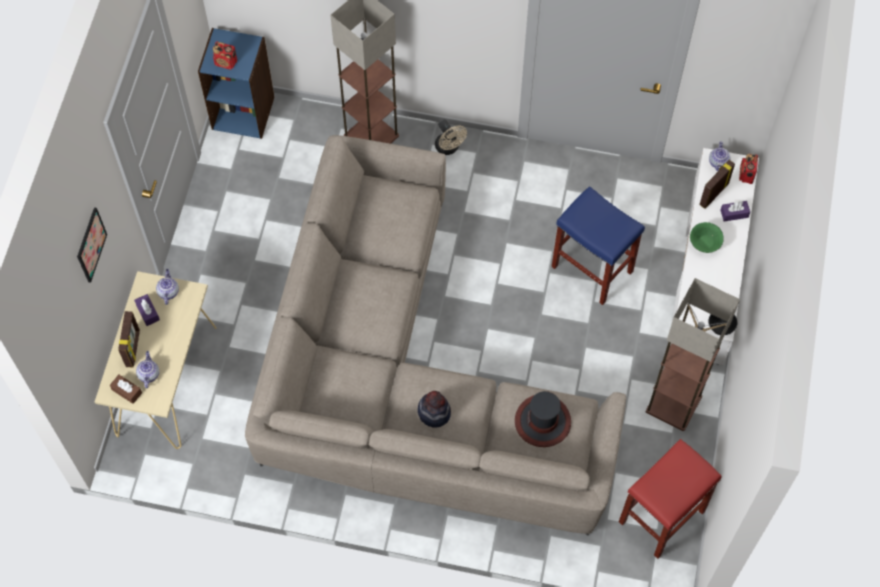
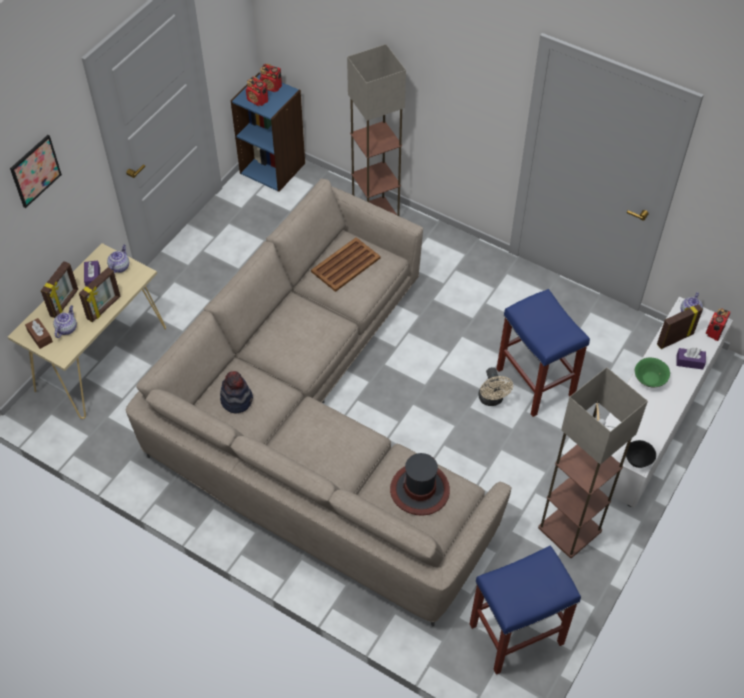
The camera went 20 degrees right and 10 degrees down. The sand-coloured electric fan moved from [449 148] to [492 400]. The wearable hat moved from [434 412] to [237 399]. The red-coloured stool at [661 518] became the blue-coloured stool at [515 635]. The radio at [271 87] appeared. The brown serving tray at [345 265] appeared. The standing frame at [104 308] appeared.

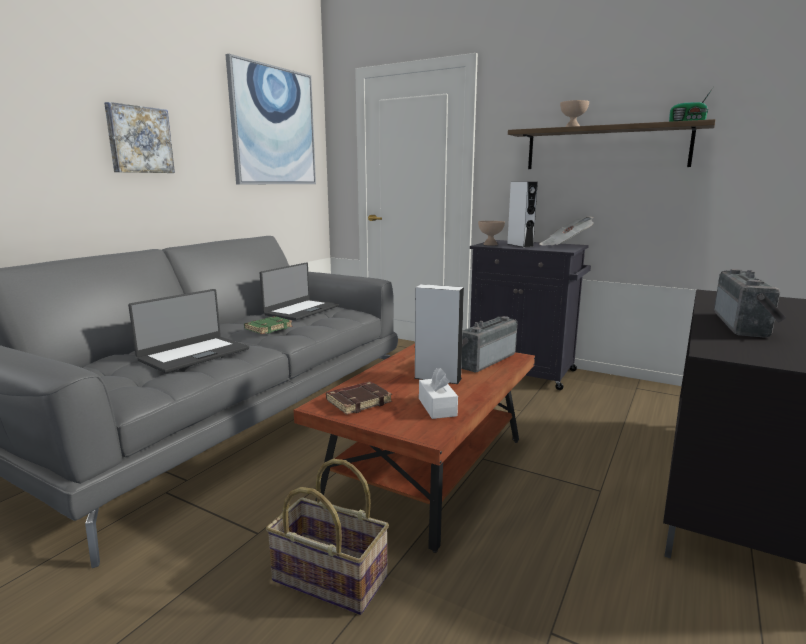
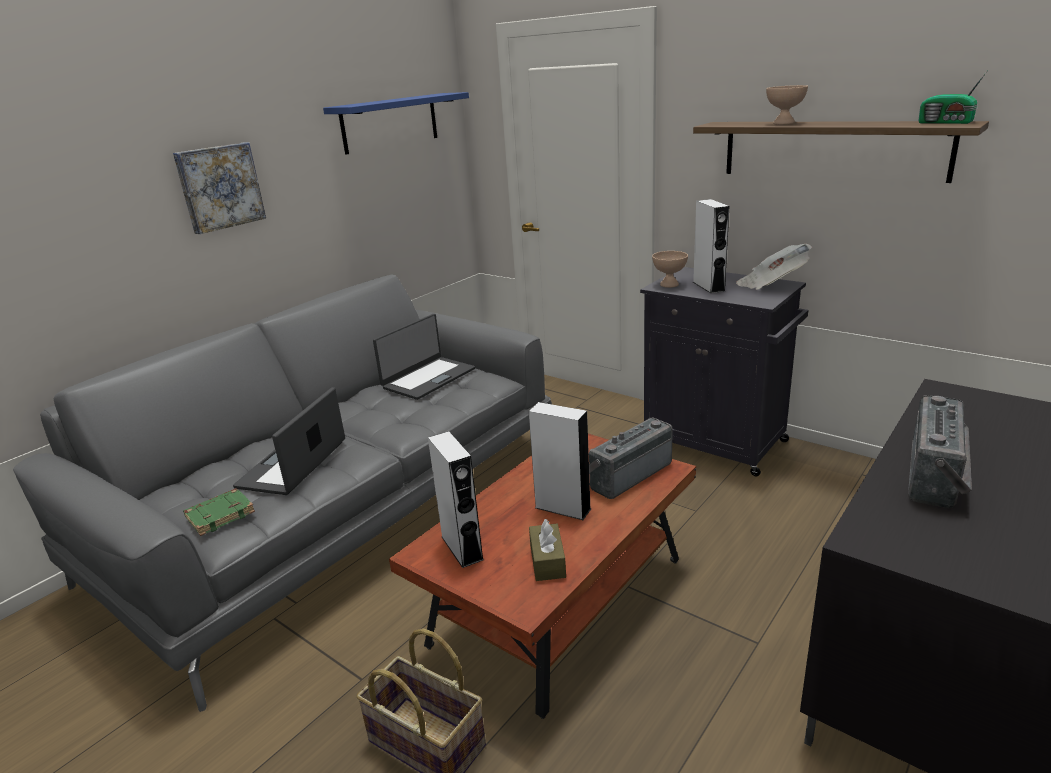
The camera went 10 degrees right and 10 degrees up. The wall picture at [274 126] was replaced by the blue-coloured wall shelf at [390 123]. The portable computer at [193 354] turned 150 degrees clockwise. The greenish bound book moved from [268 328] to [220 515]. The whitish tissue holder at [437 407] became the brown tissue holder at [547 561]. The brown bound book at [359 401] was replaced by the whitish audio speaker at [462 548].

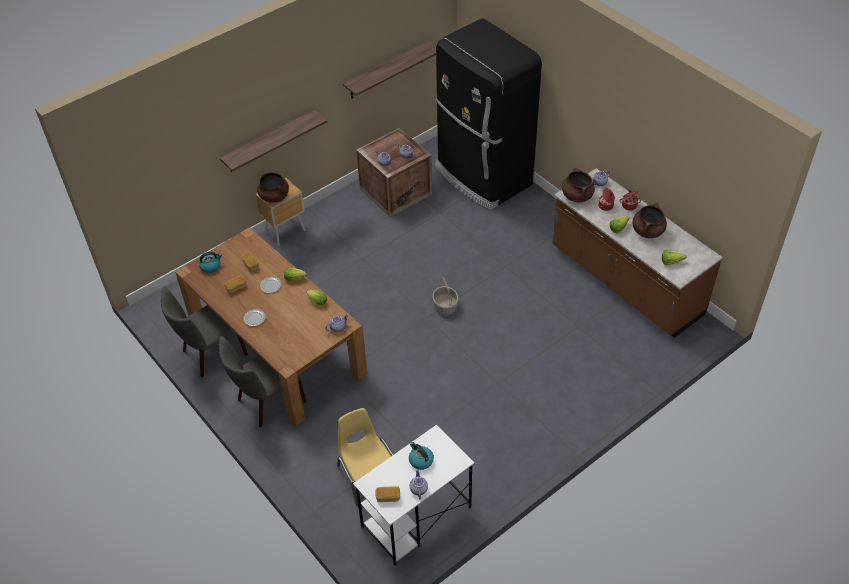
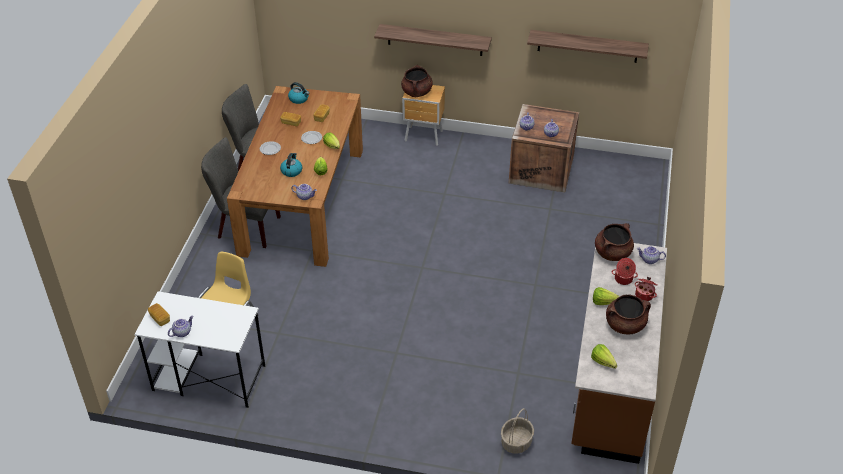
The camera went 50 degrees right and 5 degrees down. The black-coloured fridge at [482 177] disappeared. The basket moved from [445 306] to [516 442]. The kettle moved from [420 460] to [291 171].

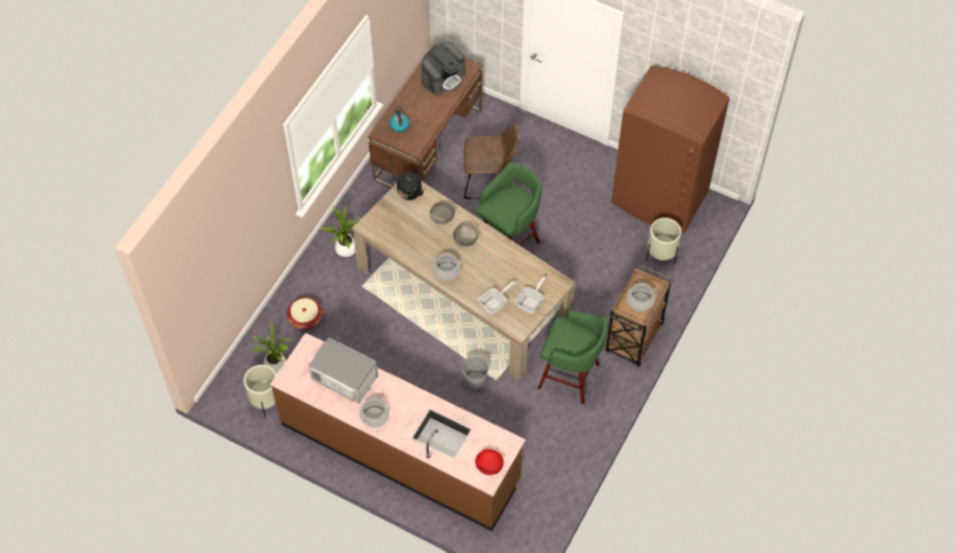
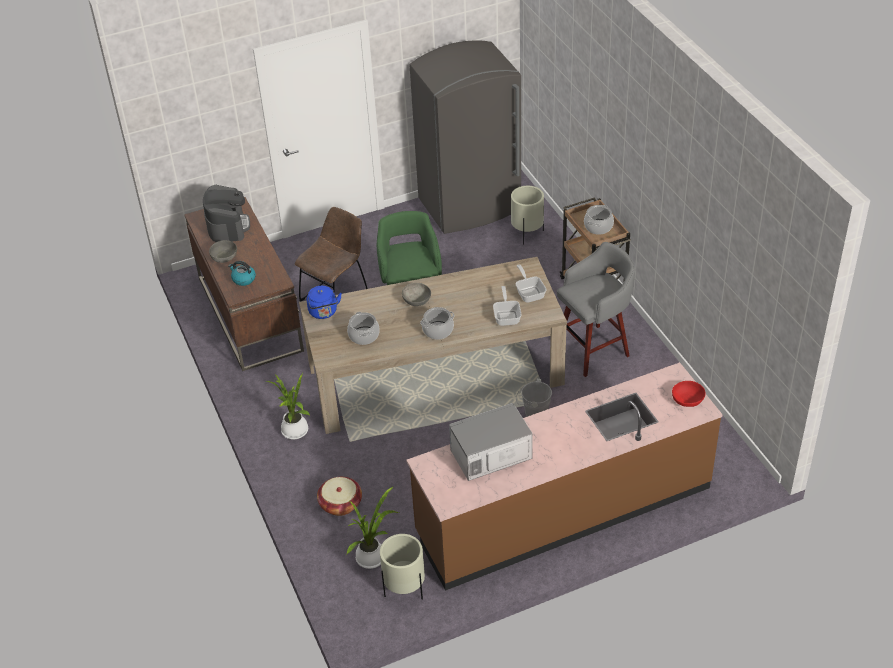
The camera went 50 degrees left and 15 degrees down. The brown fridge at [659 198] became the gray fridge at [470 206]. The black-coloured kettle at [408 193] became the blue-coloured kettle at [324 313]. The gray serving bowl moved from [442 217] to [224 257]. The greenish stool at [570 377] became the gray stool at [594 350]. The cooking pot moved from [374 416] to [363 336].

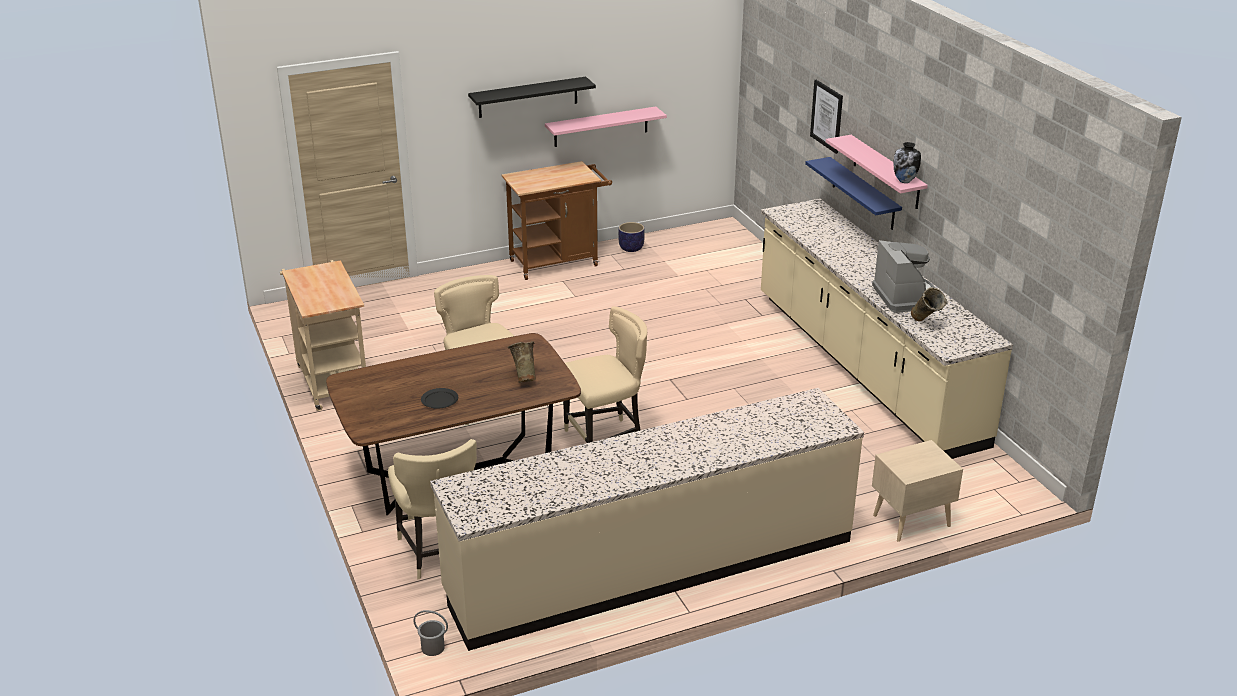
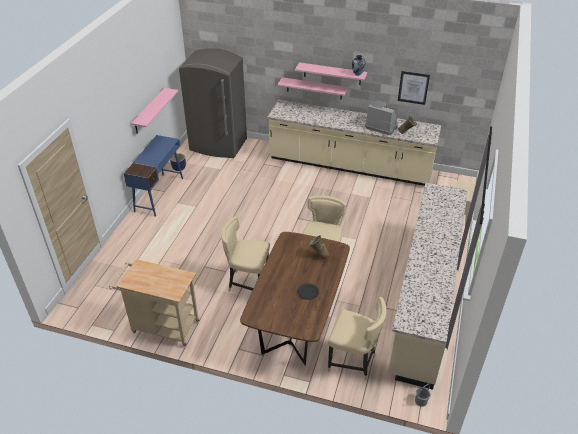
The camera went 50 degrees left and 10 degrees up. The black-coloured wall shelf at [528 97] disappeared. The wall picture moved from [827 116] to [413 87]. The blue-coloured wall shelf at [863 194] became the pink-coloured wall shelf at [314 88]. The brown cart at [559 262] was replaced by the blue-coloured desk table at [159 194]. The gray fridge at [218 145] appeared.

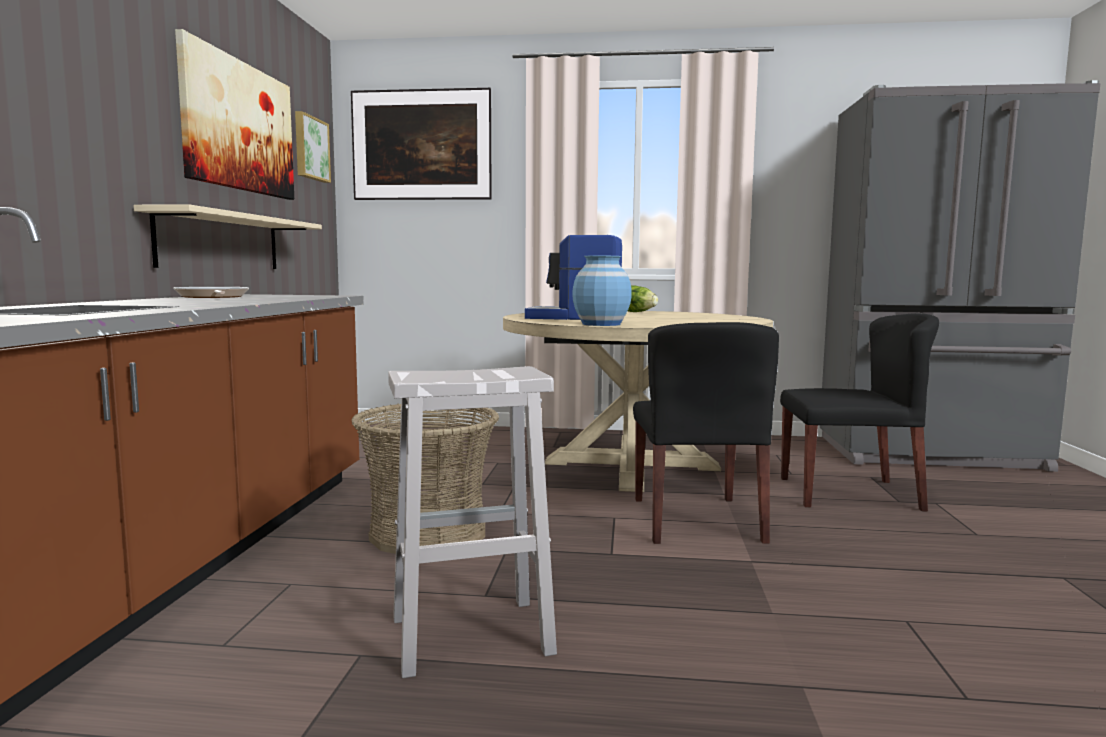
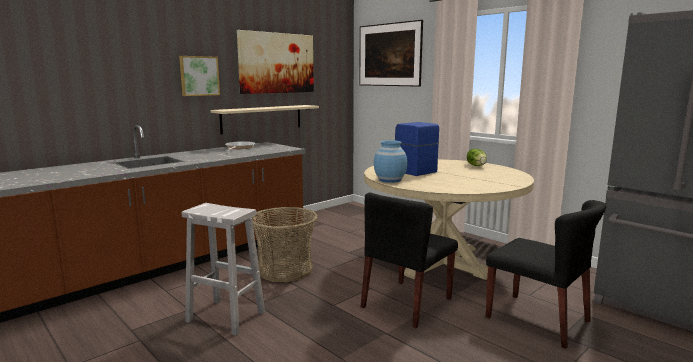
The camera went 40 degrees right and 5 degrees up. The wall picture moved from [310 148] to [199 76].

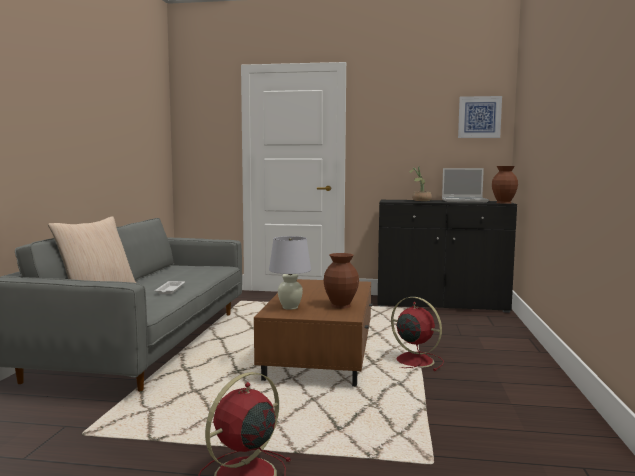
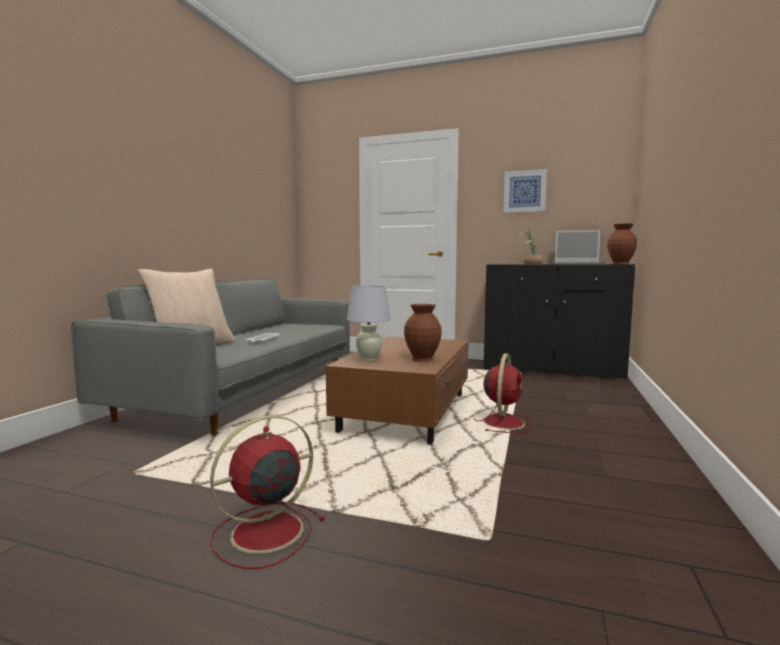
The camera went 10 degrees right and 0 degrees up. The wall picture moved from [479 117] to [524 191]. The red-coloured electric fan at [412 360] turned 60 degrees clockwise.

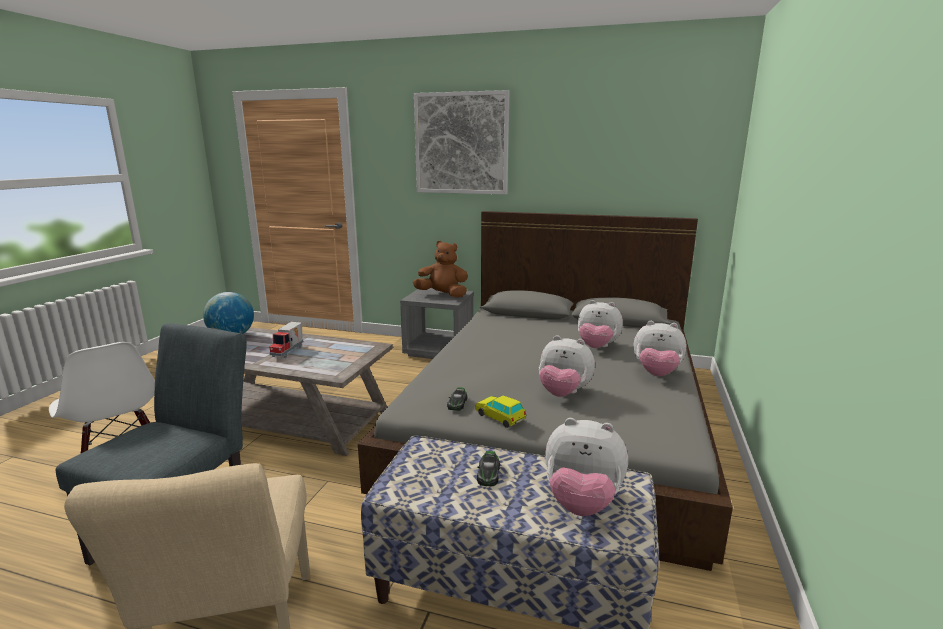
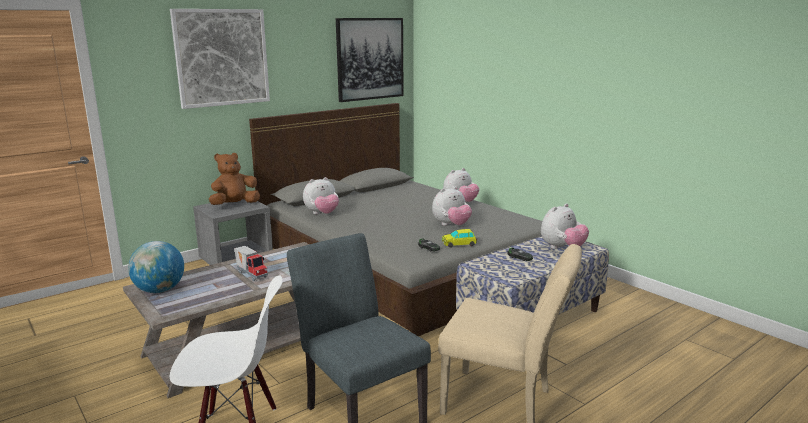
The camera went 55 degrees left and 0 degrees up. The soft toy moved from [597 347] to [322 214]. The wall picture at [370 59] appeared.

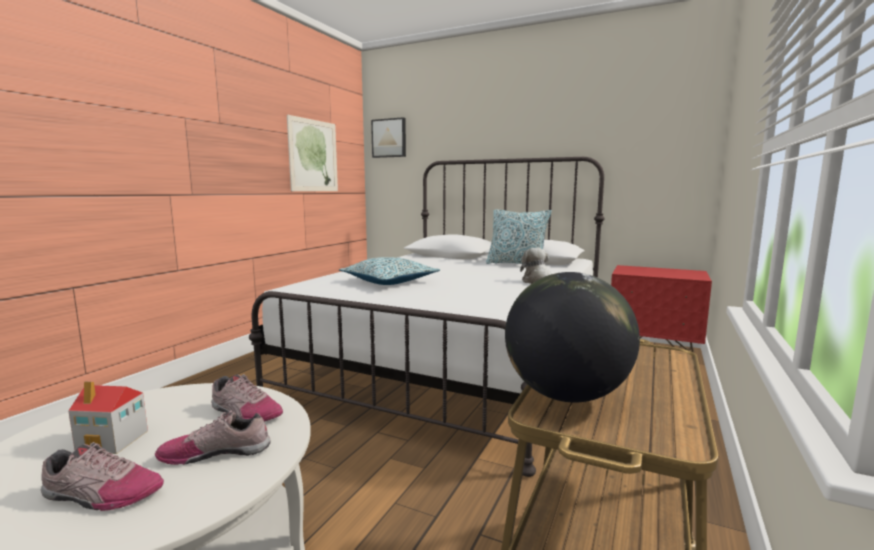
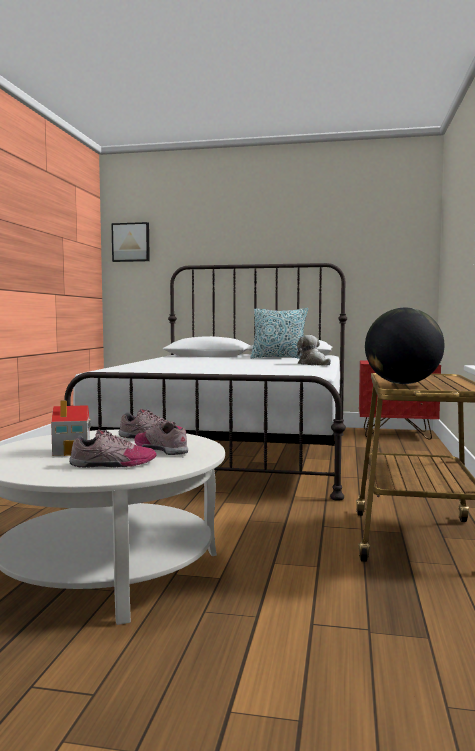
The camera went 15 degrees left and 5 degrees down. The wall picture at [313 156] disappeared. The cushion at [389 282] disappeared. The item of footwear at [216 452] turned 75 degrees clockwise.

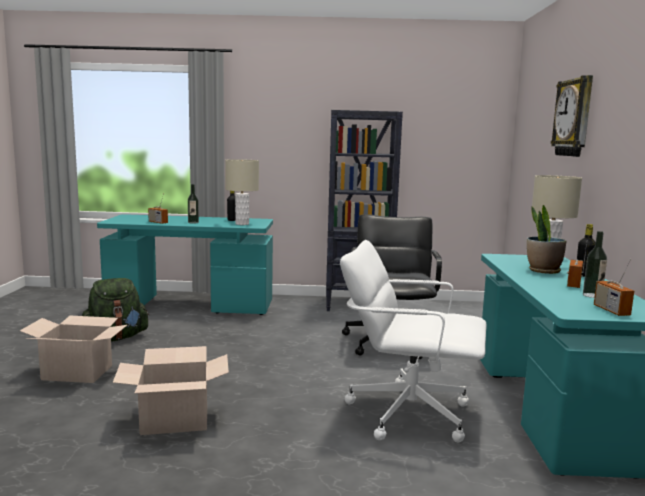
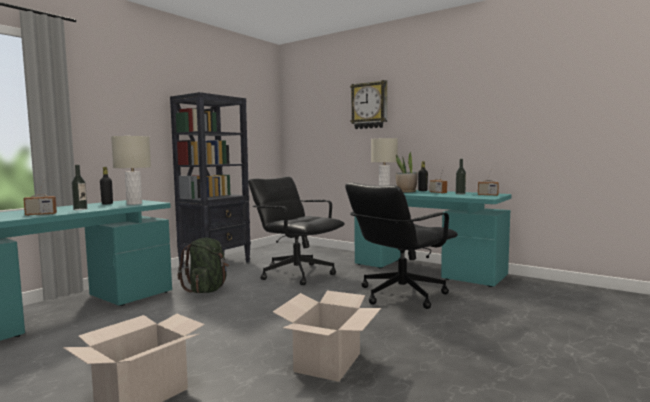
The camera went 55 degrees left and 5 degrees down. The whitish desk chair at [407 412] became the black-coloured desk chair at [400 295]. The greenish knapsack moved from [115 338] to [207 290].

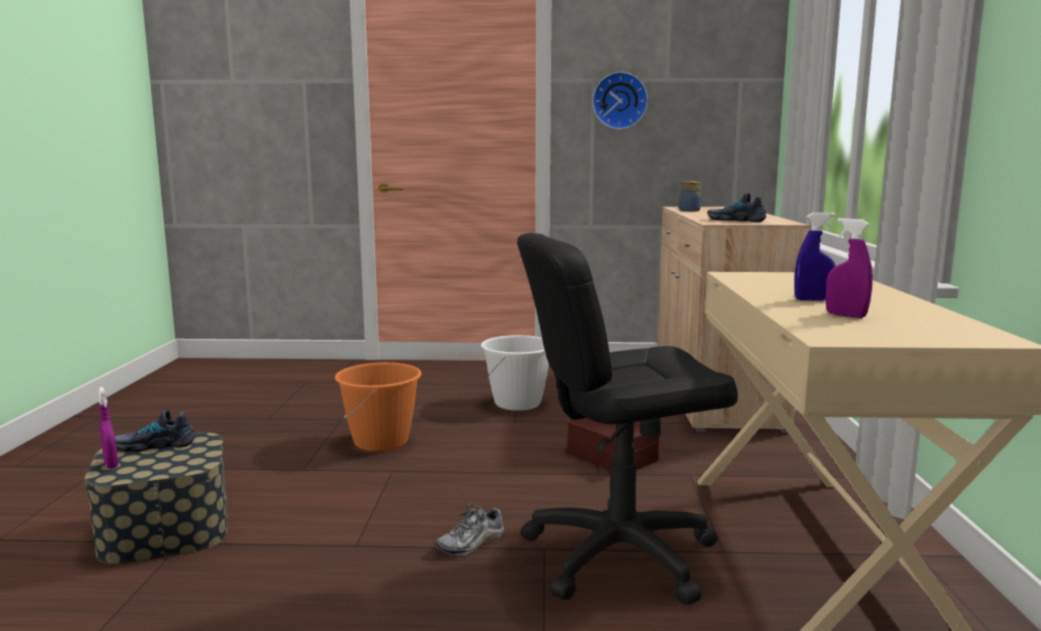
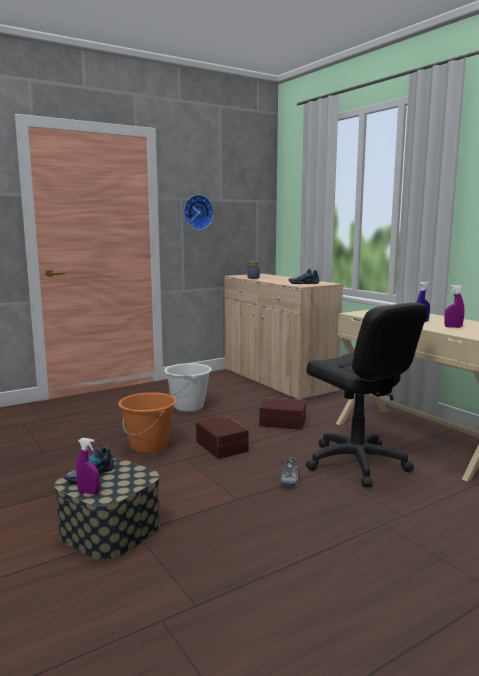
The camera went 35 degrees left and 0 degrees up. The black-coloured desk chair at [619 554] turned 75 degrees counterclockwise. The brown storage bin at [223 446] appeared.

